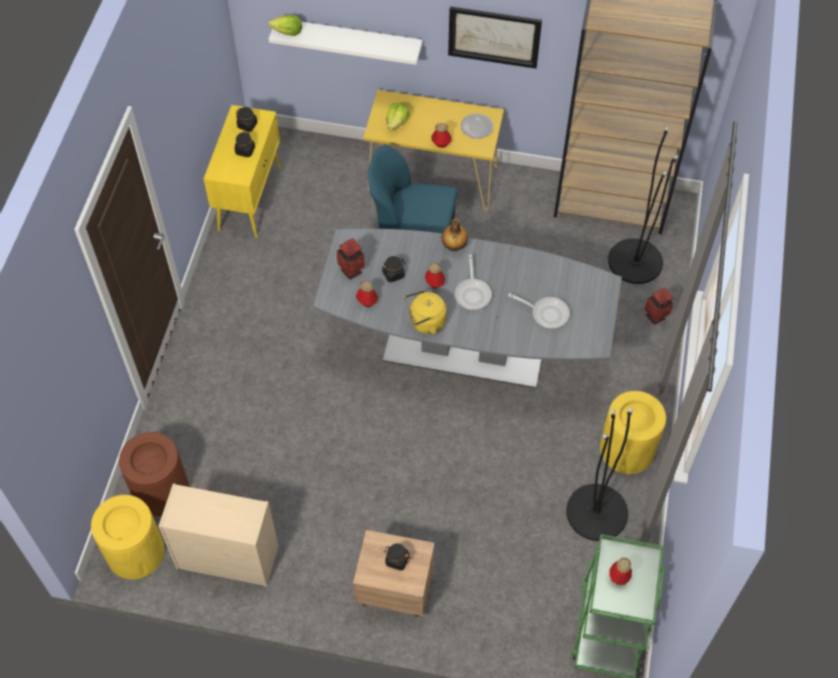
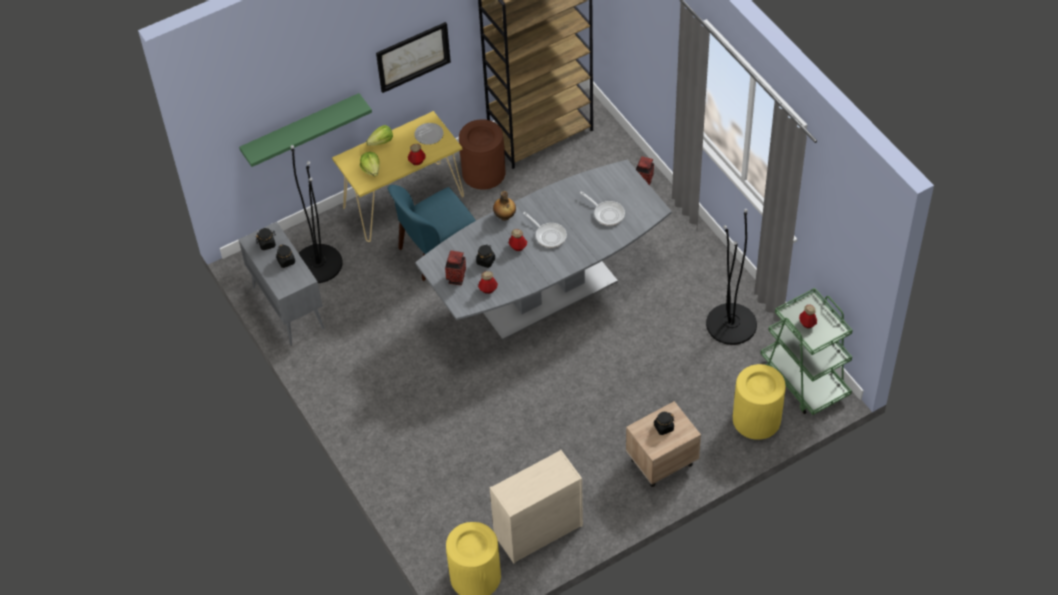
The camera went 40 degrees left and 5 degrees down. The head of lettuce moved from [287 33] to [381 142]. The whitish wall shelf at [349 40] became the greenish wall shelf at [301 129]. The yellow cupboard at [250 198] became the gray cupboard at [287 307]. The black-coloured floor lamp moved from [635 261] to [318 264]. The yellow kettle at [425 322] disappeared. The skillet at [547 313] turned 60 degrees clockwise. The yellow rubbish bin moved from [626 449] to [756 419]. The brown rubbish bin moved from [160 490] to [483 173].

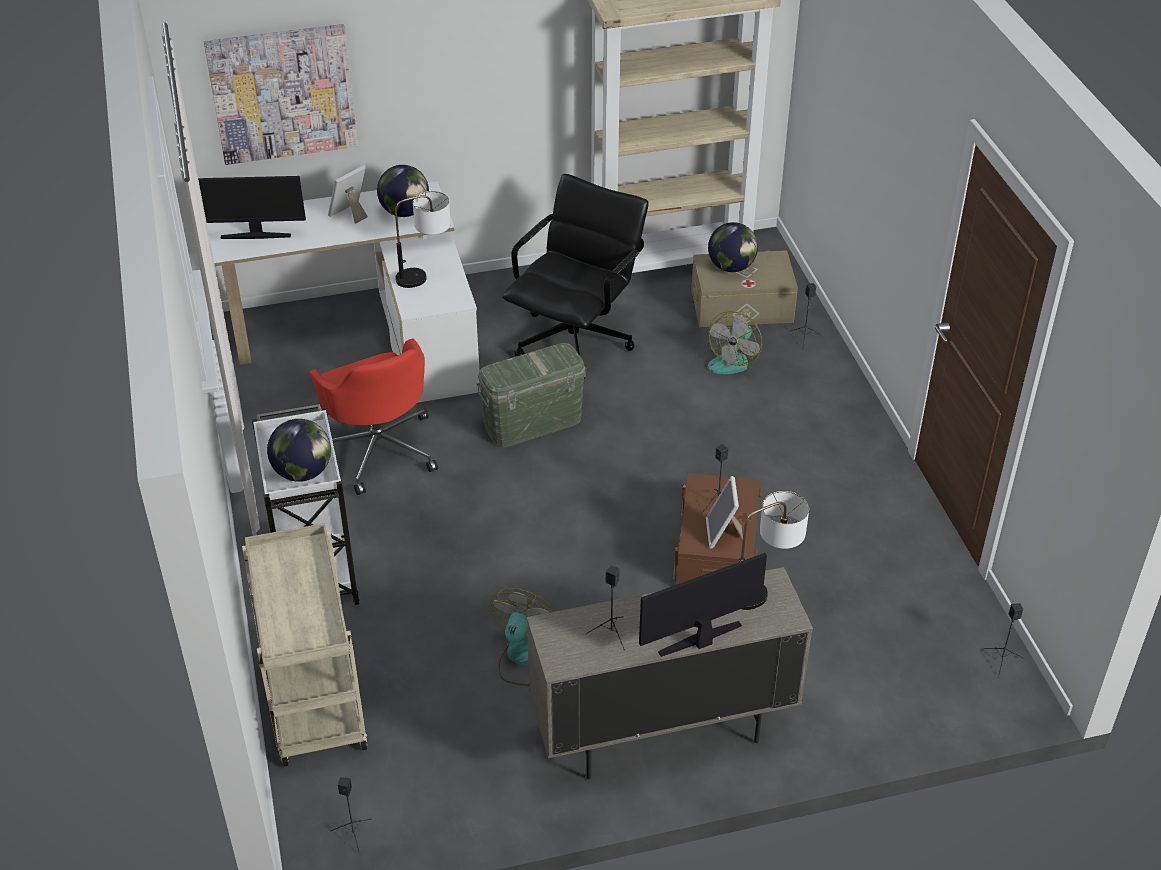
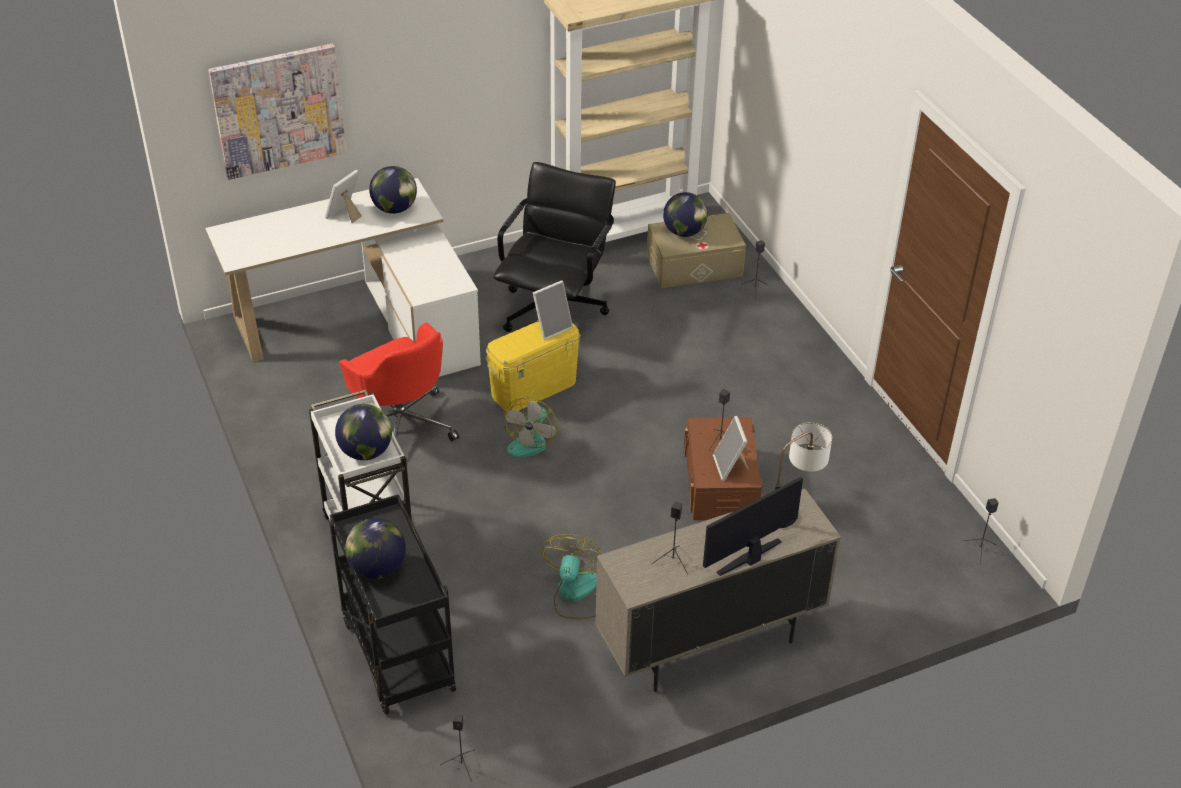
The camera went 10 degrees left and 0 degrees up. The monitor at [256 235] disappeared. The tabletop lamp at [425 275] disappeared. The electric fan moved from [733 359] to [531 440]. The greenish storage bin at [533 422] became the yellow storage bin at [534 388]. The sand-coloured cart at [313 700] became the black-coloured cart at [396 654]. The standing frame at [552 327] appeared. The world globe at [377 568] appeared.

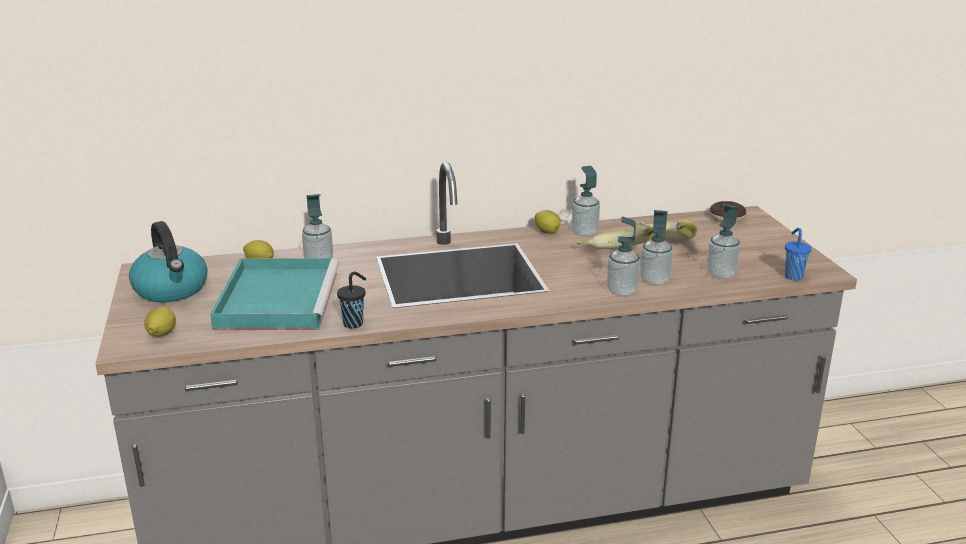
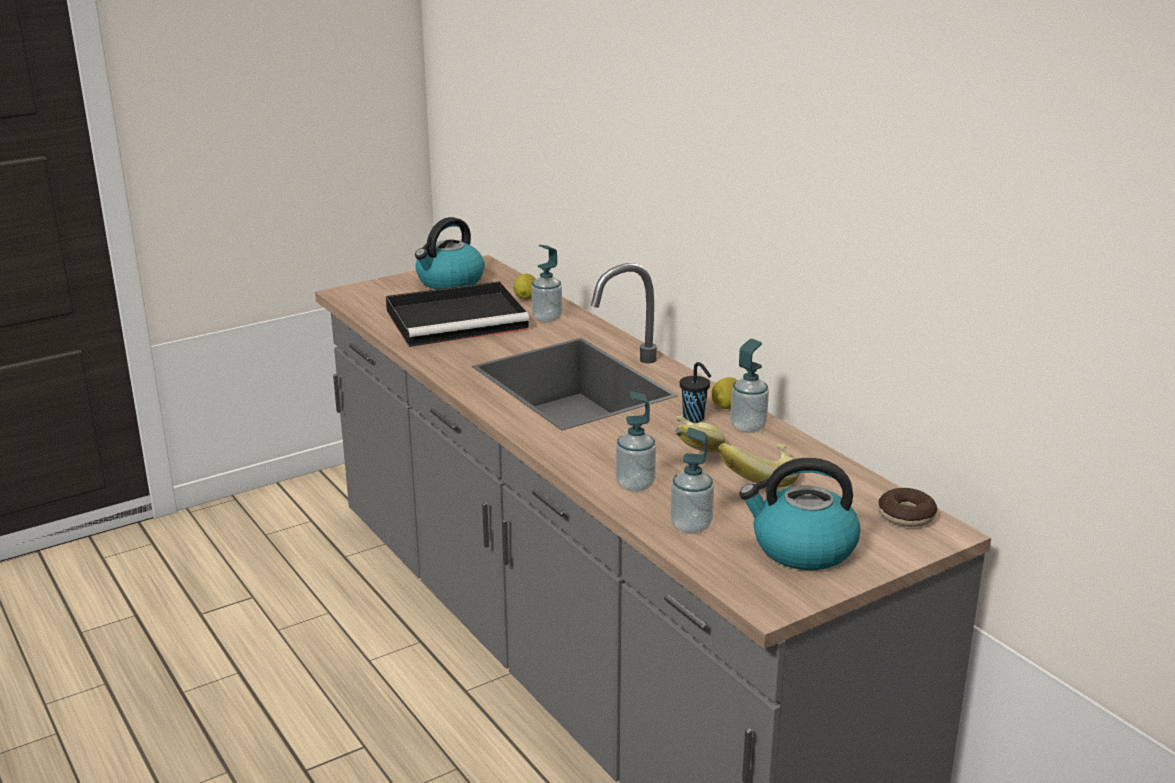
The camera went 70 degrees right and 0 degrees up. The soap dispenser at [621 291] disappeared. The blue-coloured drinking cup at [793 276] disappeared. The turquoise-coloured serving tray at [277 298] became the black-coloured serving tray at [459 319]. The black-coloured drinking cup moved from [354 324] to [694 418]. The lemon at [161 334] disappeared. The kettle at [802 548] appeared.

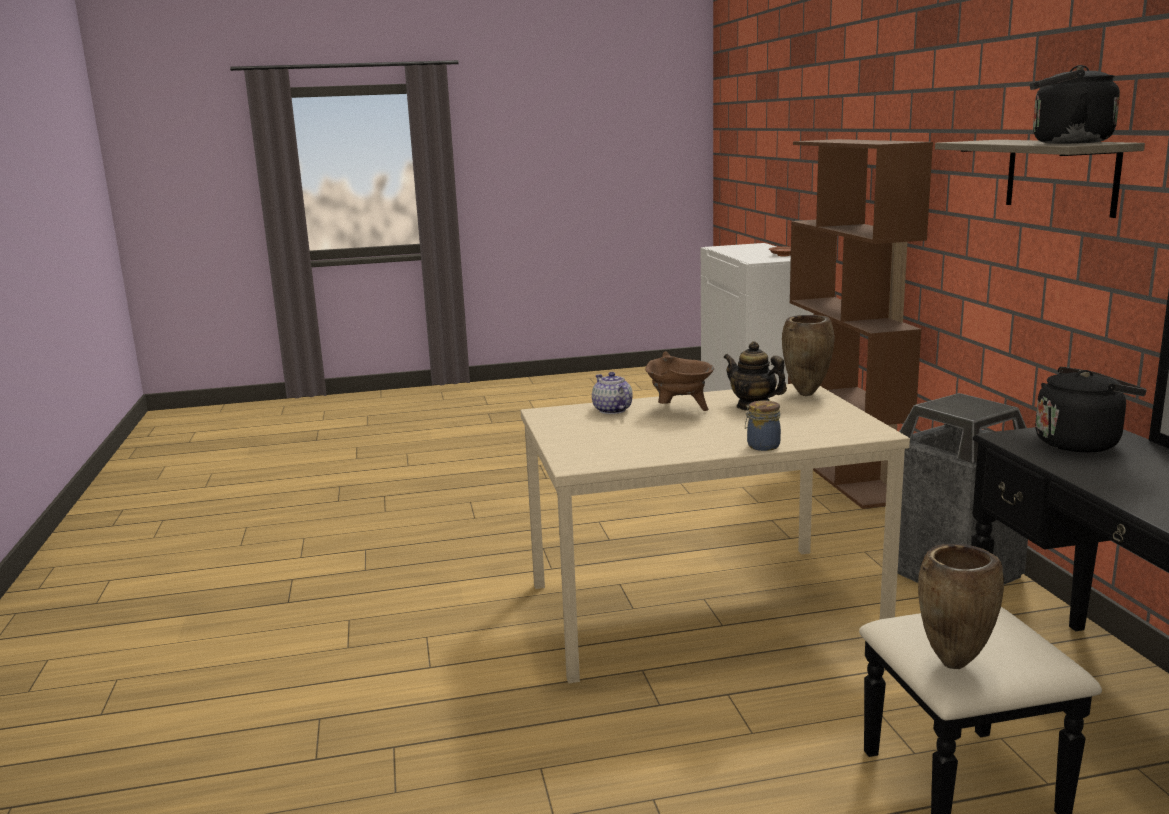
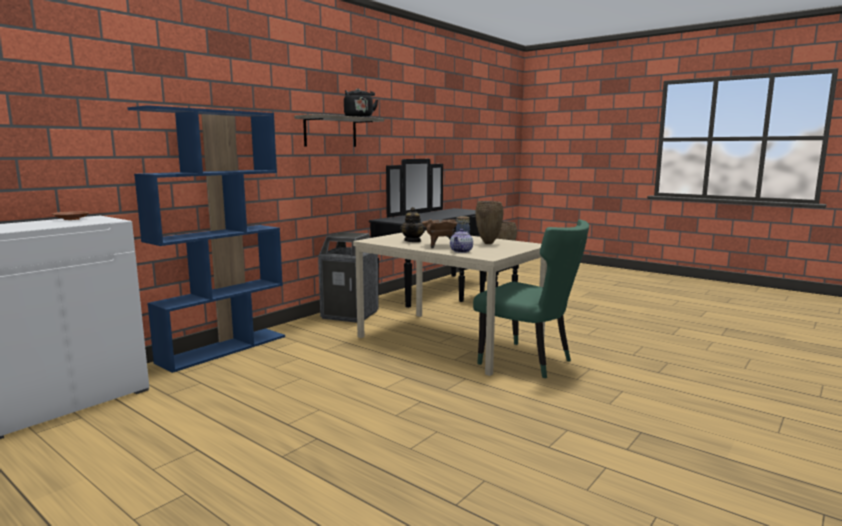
The camera went 130 degrees left and 5 degrees down. The brown bookshelf at [845 474] became the blue-coloured bookshelf at [224 349]. The brown decorative vase moved from [806 395] to [488 243]. The black-coloured kettle at [1080 443] disappeared. The greenish plain chair at [529 362] appeared.

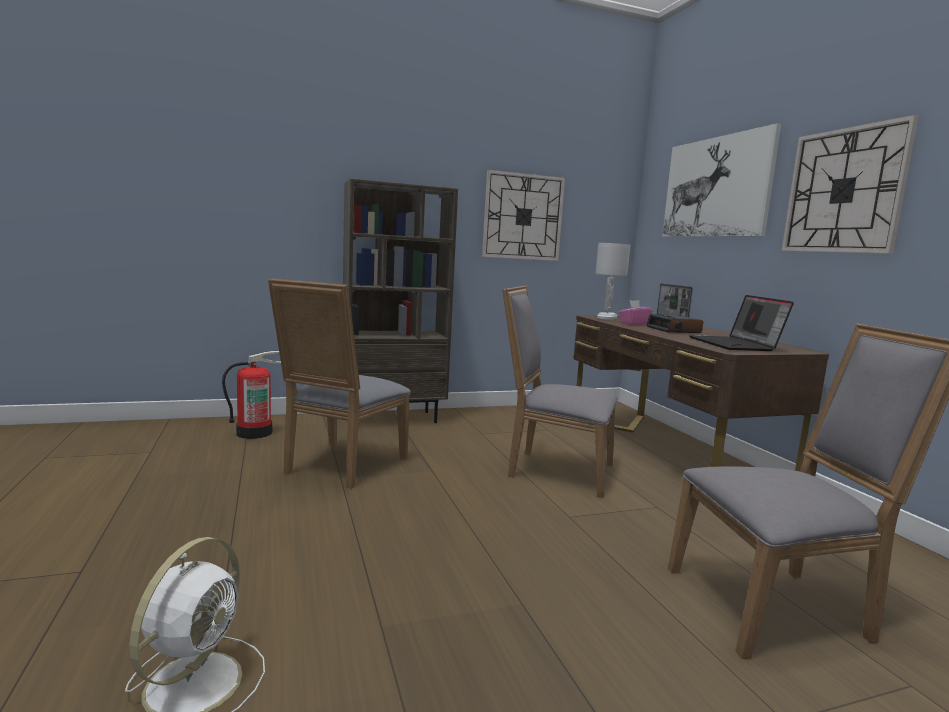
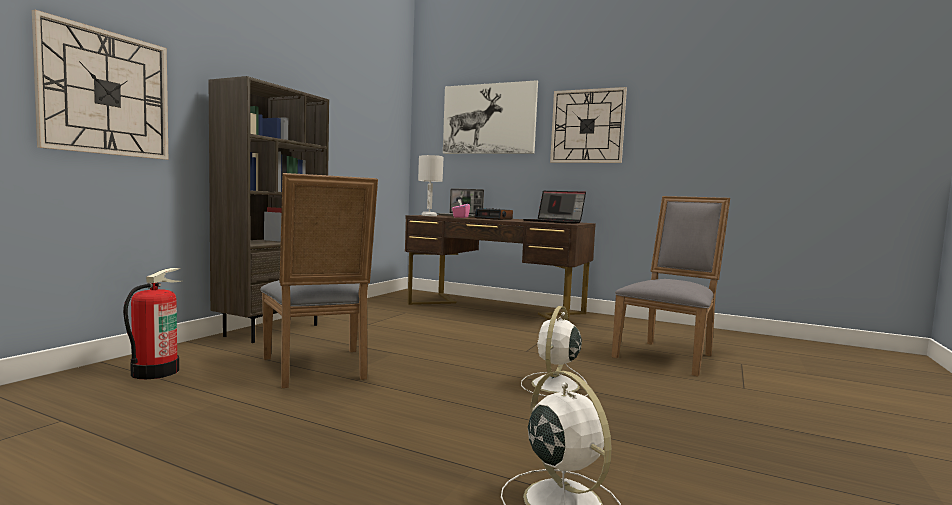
The camera went 45 degrees left and 5 degrees down. The clock on the wall moved from [523 217] to [106 93]. The gray plain chair at [554 470] disappeared. The whitish electric fan at [554 386] appeared.

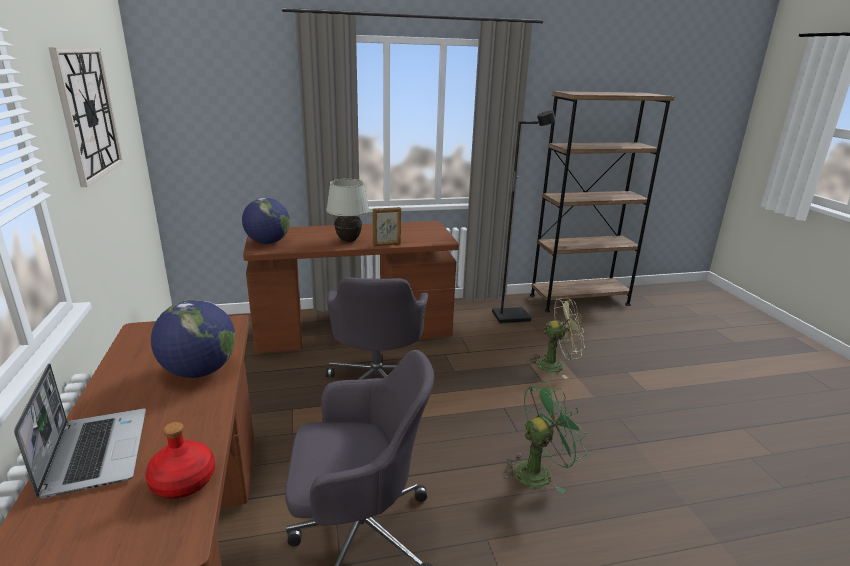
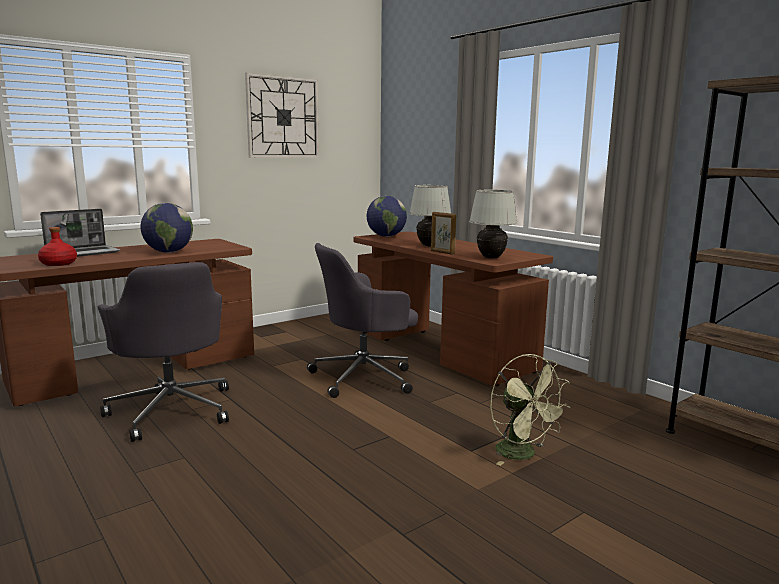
The camera went 65 degrees right and 10 degrees down. The black-coloured floor lamp at [511 316] disappeared. The greenish electric fan at [539 471] disappeared. The whitish tabletop lamp at [490 258] appeared.

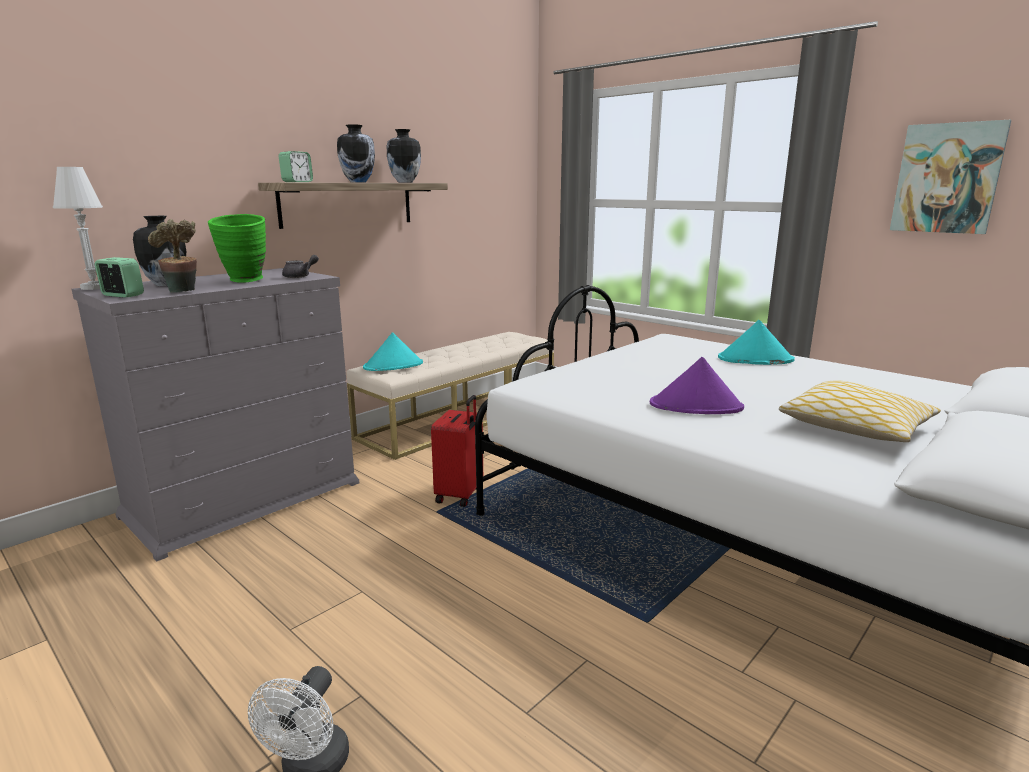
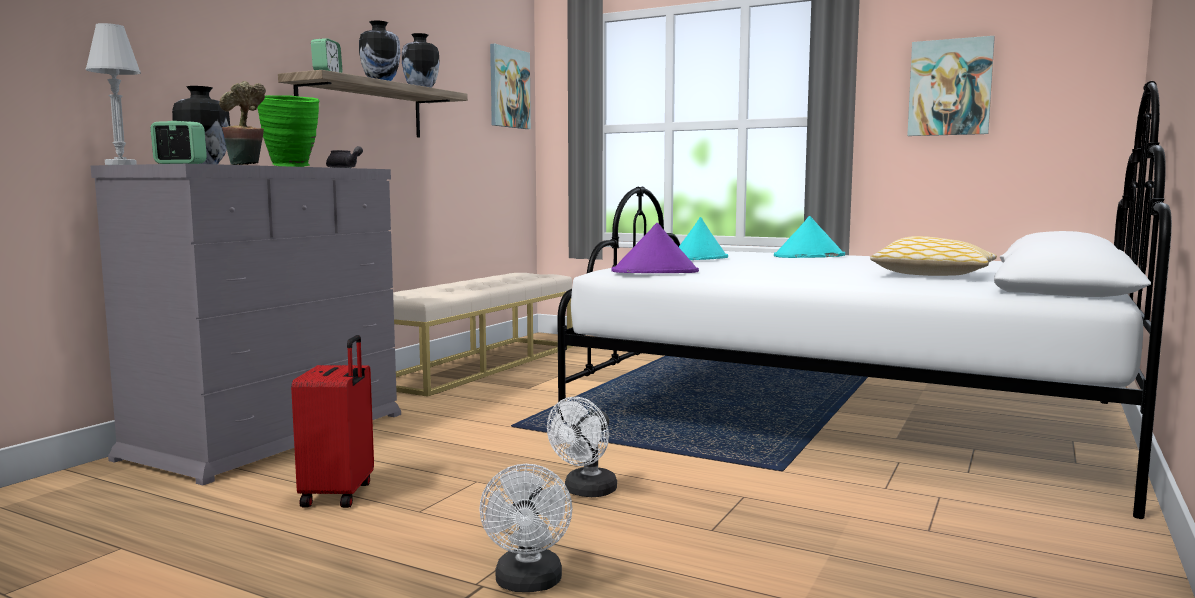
The camera went 15 degrees left and 10 degrees down. The turquoise-coloured wearable hat moved from [393 366] to [699 259]. The purple wearable hat moved from [696 406] to [655 272]. The red-coloured suitcase moved from [460 495] to [339 494]. The wall picture at [508 88] appeared. The whitish electric fan at [586 492] appeared.

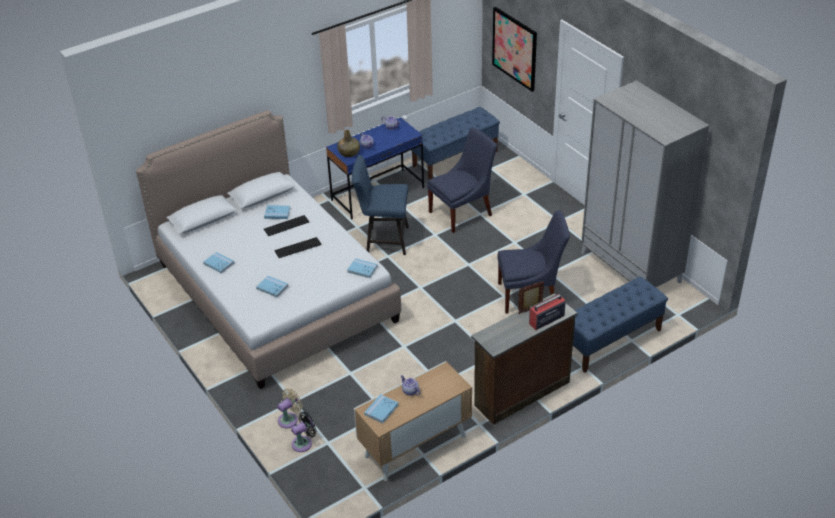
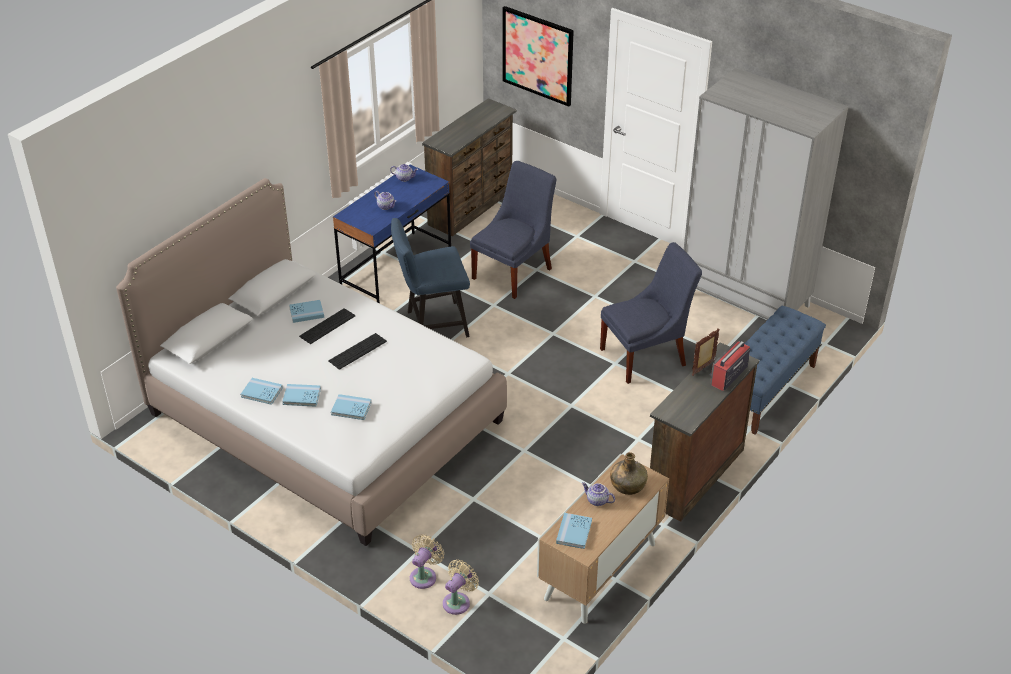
The camera went 20 degrees left and 0 degrees up. The blue-coloured long seat at [455 159] was replaced by the brown drawer chest at [472 208]. The greenish beverage bottle moved from [349 153] to [628 485]. The blue-coloured bound book moved from [362 269] to [301 396]. The black-coloured electric fan at [304 443] became the sand-coloured electric fan at [458 601].

